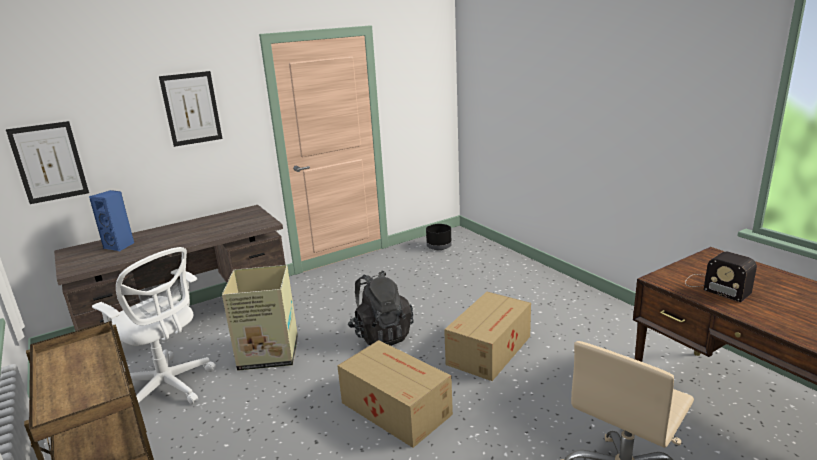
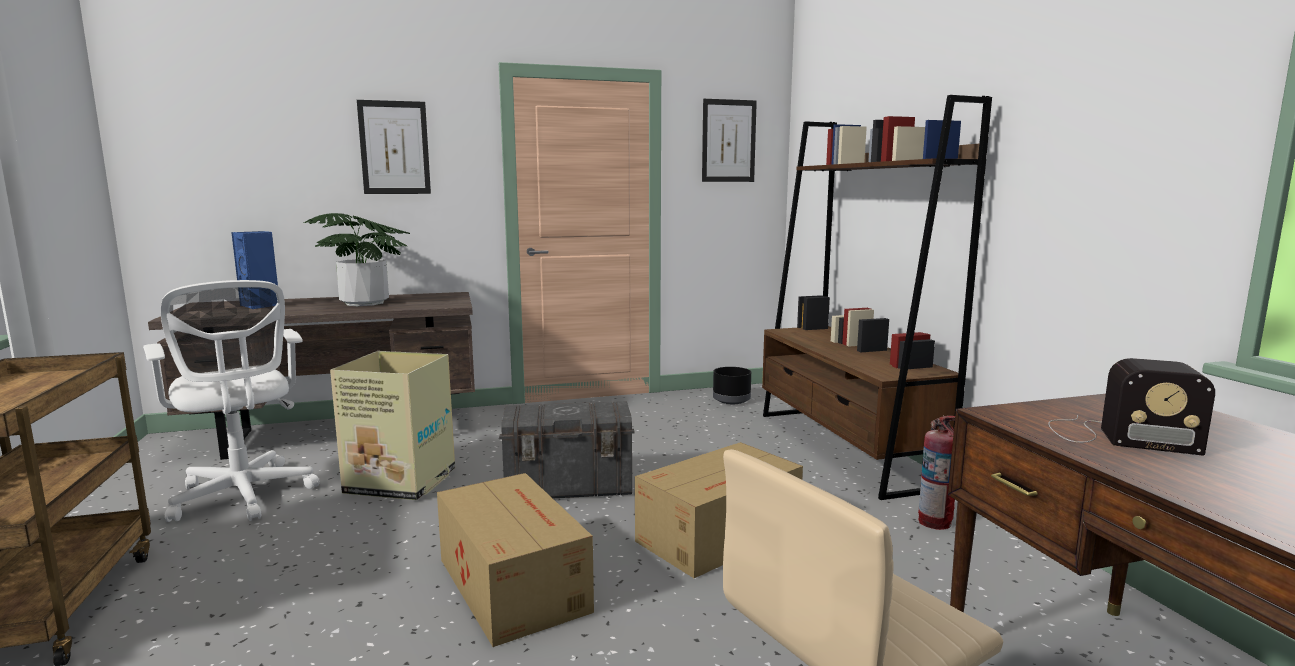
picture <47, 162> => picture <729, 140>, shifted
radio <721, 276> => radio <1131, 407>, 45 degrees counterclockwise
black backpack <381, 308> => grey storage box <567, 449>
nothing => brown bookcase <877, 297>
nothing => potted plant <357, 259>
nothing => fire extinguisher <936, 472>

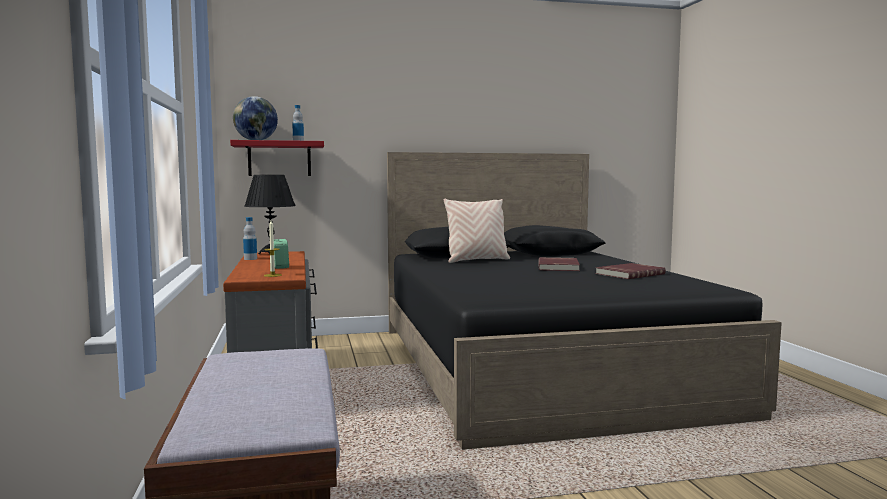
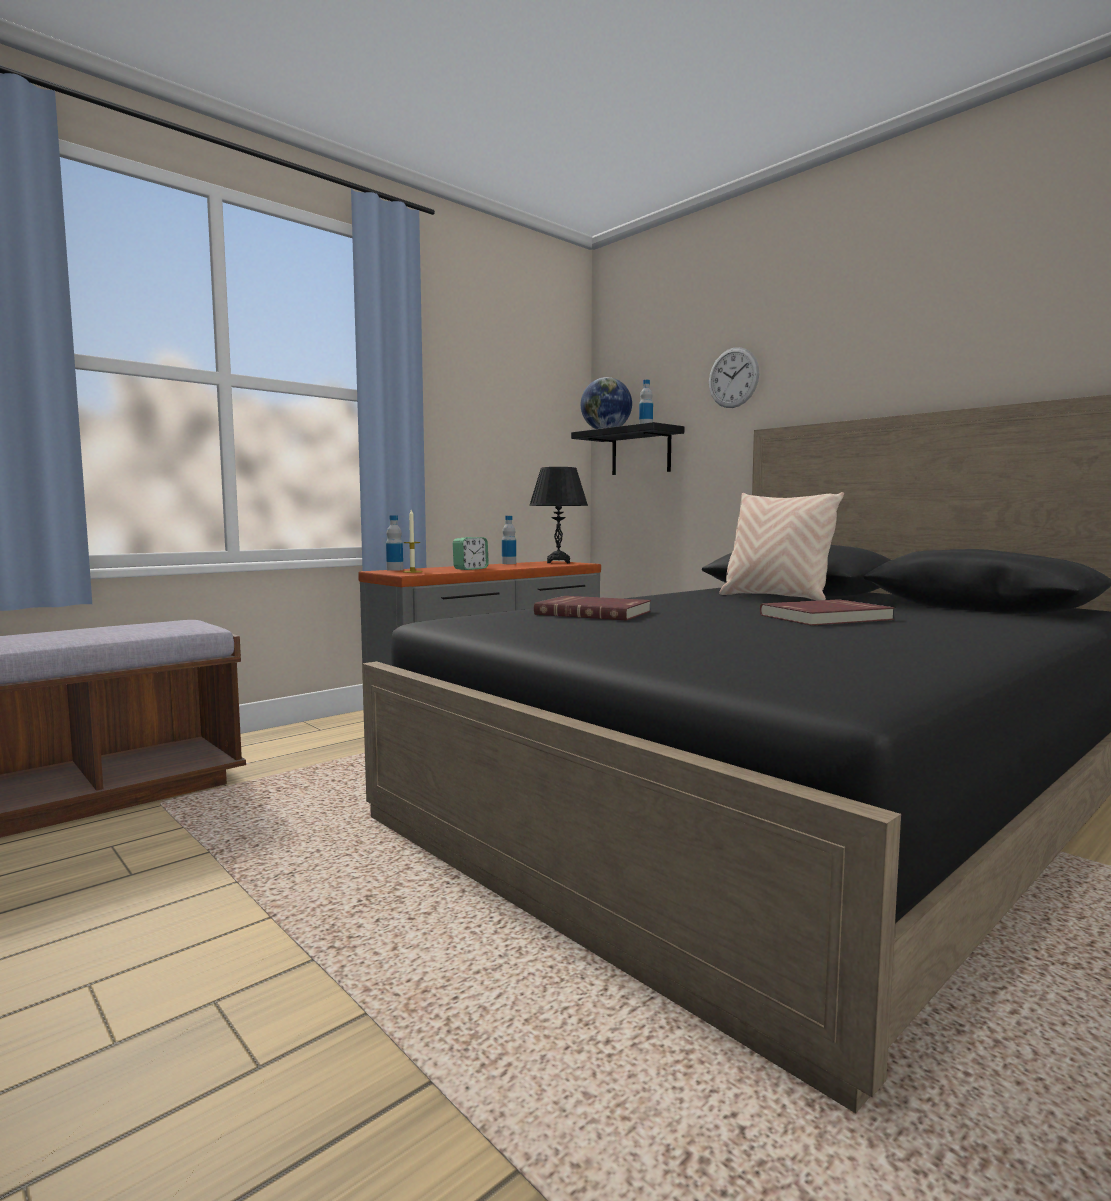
red shelf <277, 158> => black shelf <627, 448>
red book <631, 271> => red book <592, 608>, shifted
nothing => wall clock <734, 377>
nothing => bottle <394, 543>

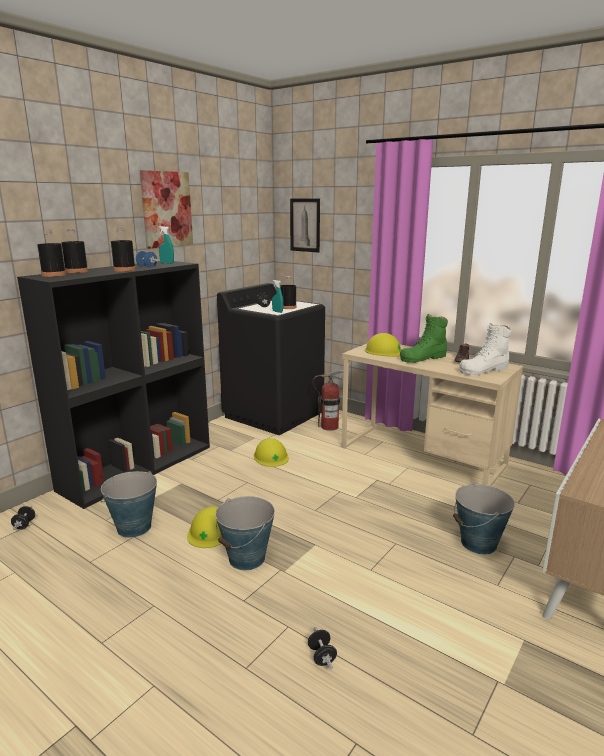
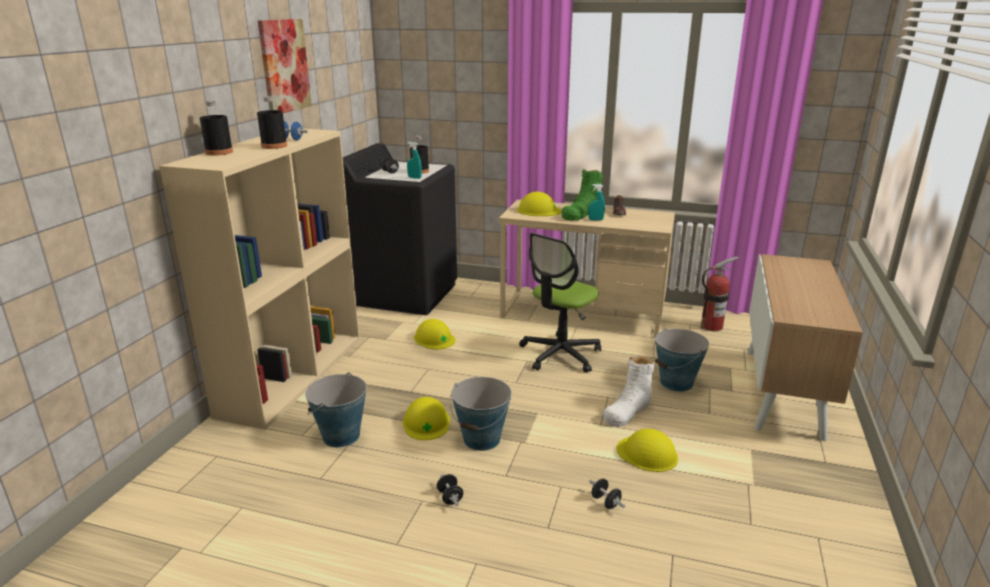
picture <305, 226> => nothing
turquoise spray bottle <166, 245> => turquoise spray bottle <597, 202>, shifted
black bottle <51, 253> => nothing
black bookcase <113, 385> => beige bookcase <259, 279>
white boot <485, 349> => white boot <628, 391>, shifted
fire extinguisher <328, 400> => fire extinguisher <719, 293>, shifted
black dumbbell <23, 518> => black dumbbell <450, 490>, shifted
nothing => office chair <560, 303>
nothing => yellow hard hat <647, 450>

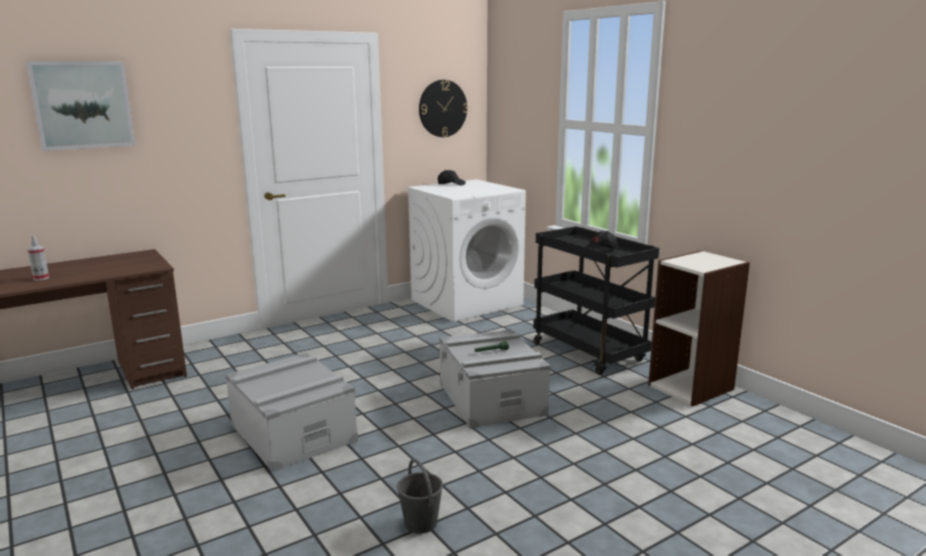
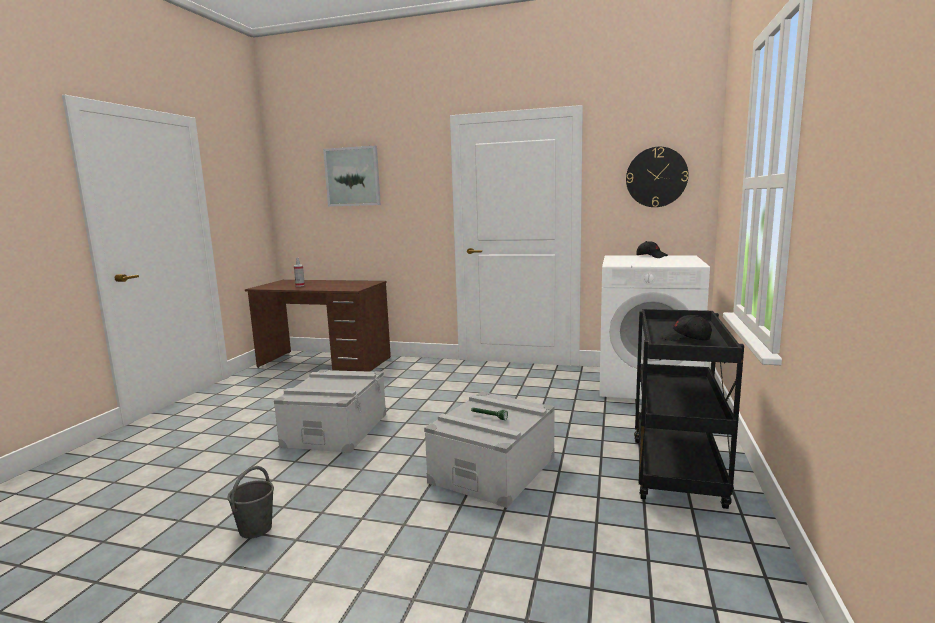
bookcase <699, 328> => nothing

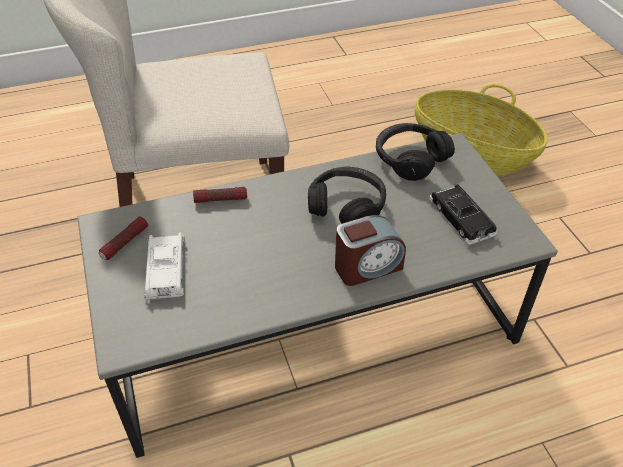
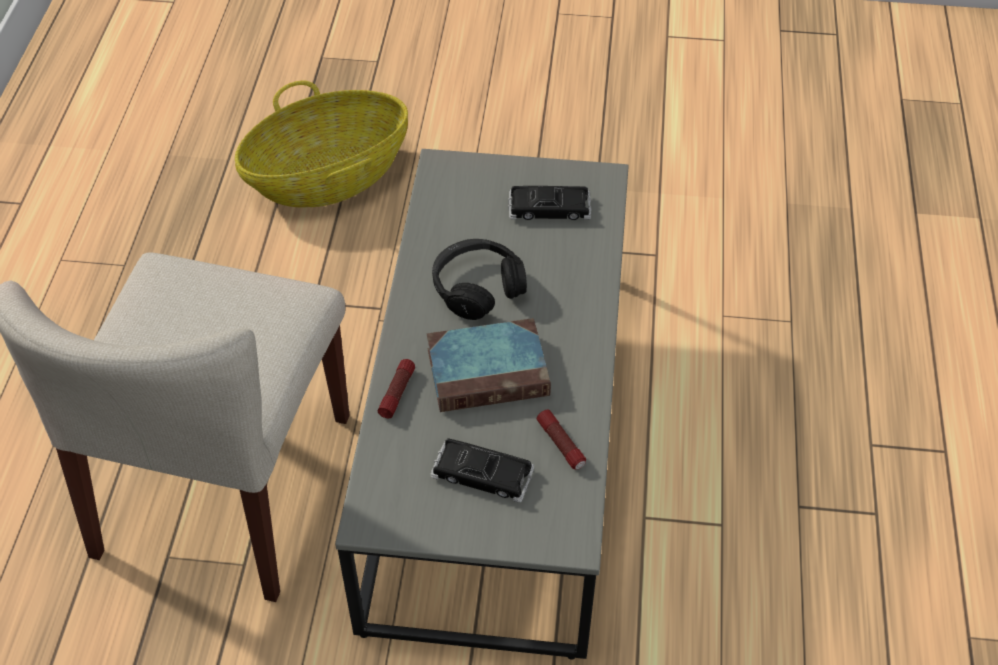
black headphones <415, 152> => nothing
alarm clock <370, 250> => nothing
flashlight <123, 238> => flashlight <561, 439>, shifted
white toy car <164, 266> => black toy car <482, 470>
nothing => book <489, 365>

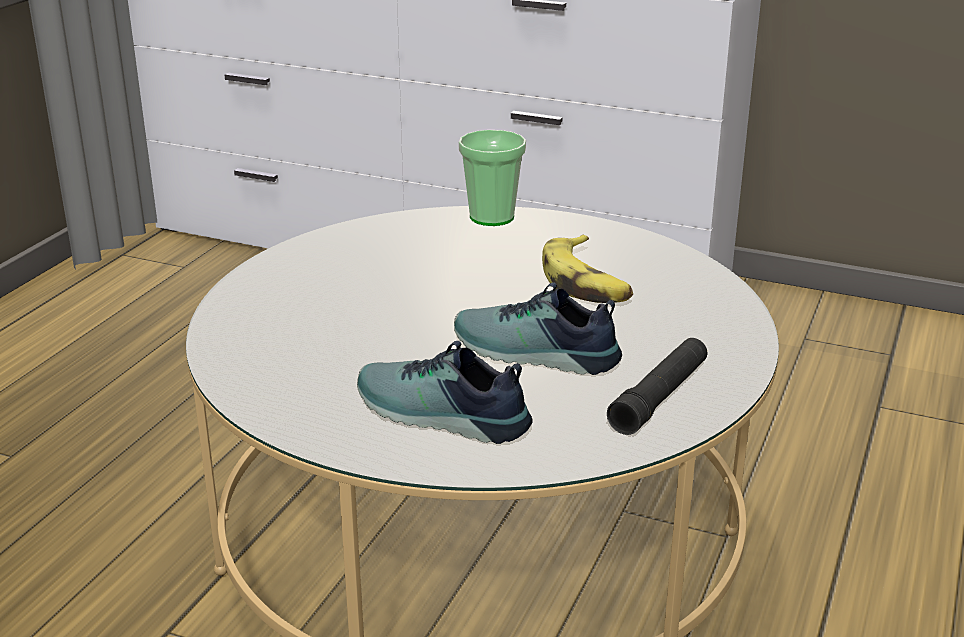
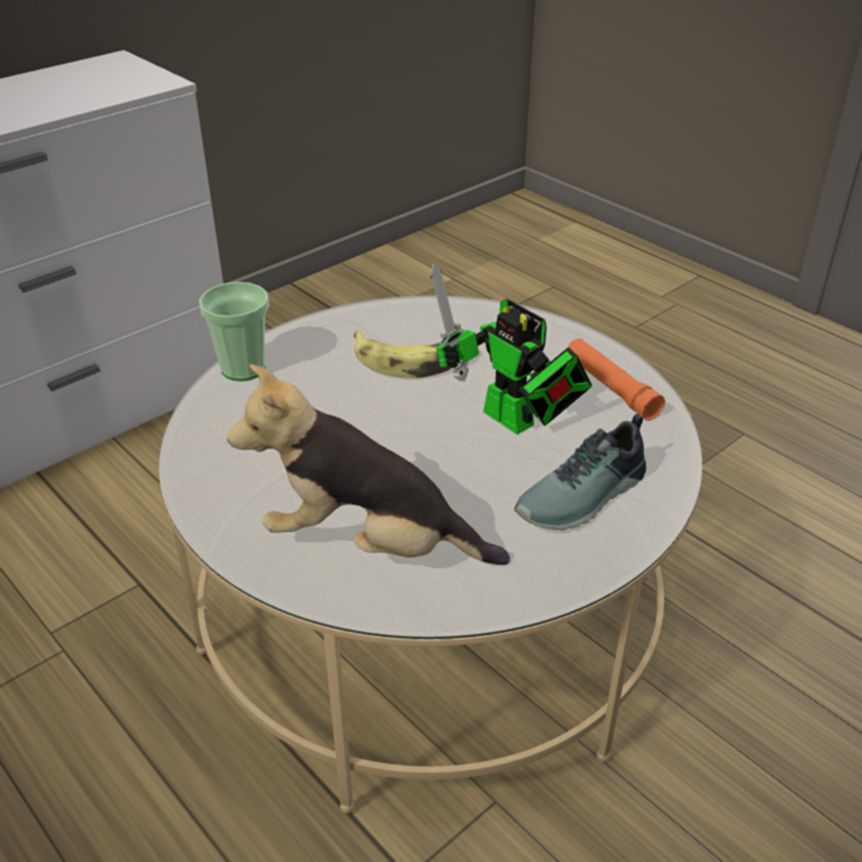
shoe <538, 329> => toy robot <511, 349>
black flashlight <657, 386> => orange flashlight <616, 379>
nothing => plush toy <368, 464>

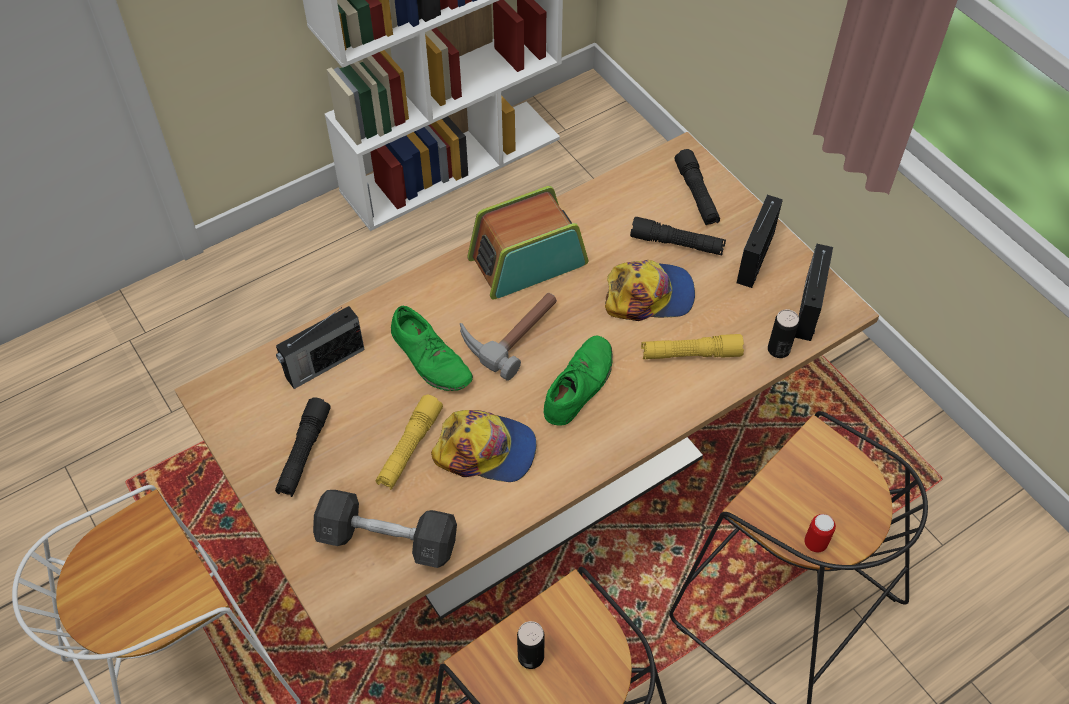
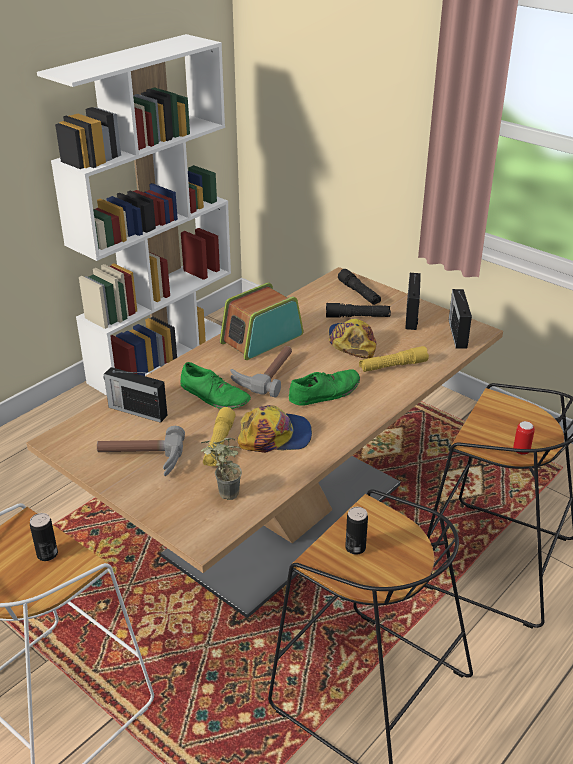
cap <650, 290> => cap <352, 338>, 75 degrees counterclockwise
radio <320, 347> => radio <136, 395>, 75 degrees clockwise
can <783, 333> => can <44, 537>, shifted
green shoe <578, 381> => green shoe <324, 387>, 45 degrees clockwise
black flashlight <303, 447> => hammer <141, 451>
grey dumbbell <385, 529> => potted plant <221, 469>

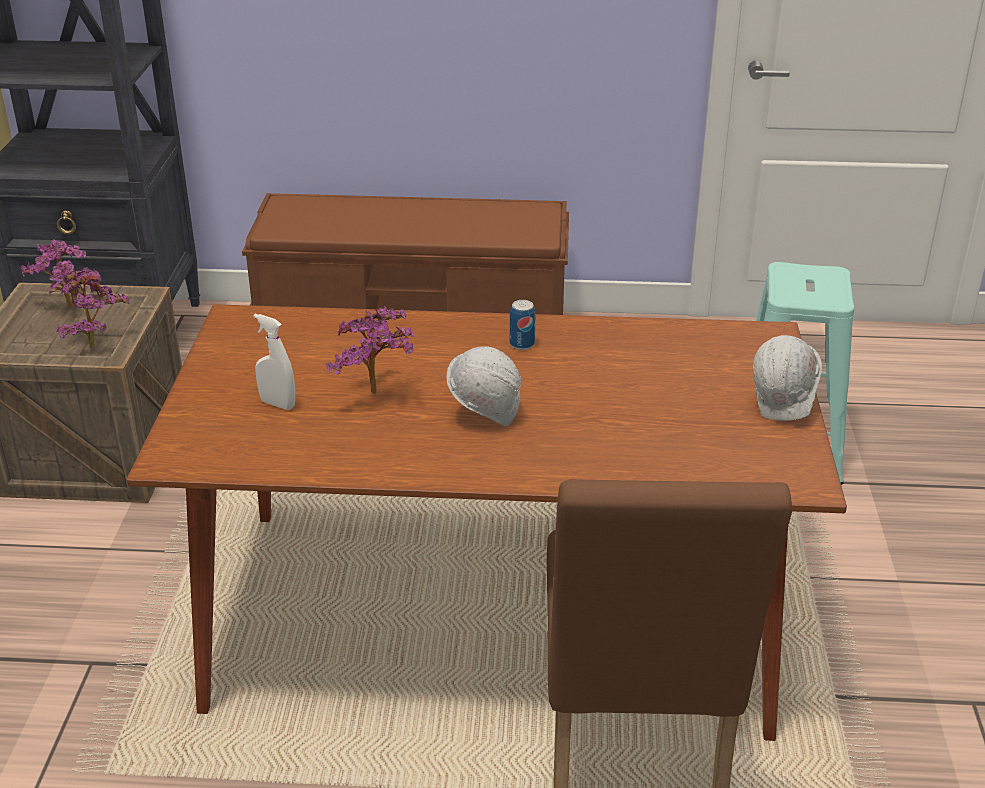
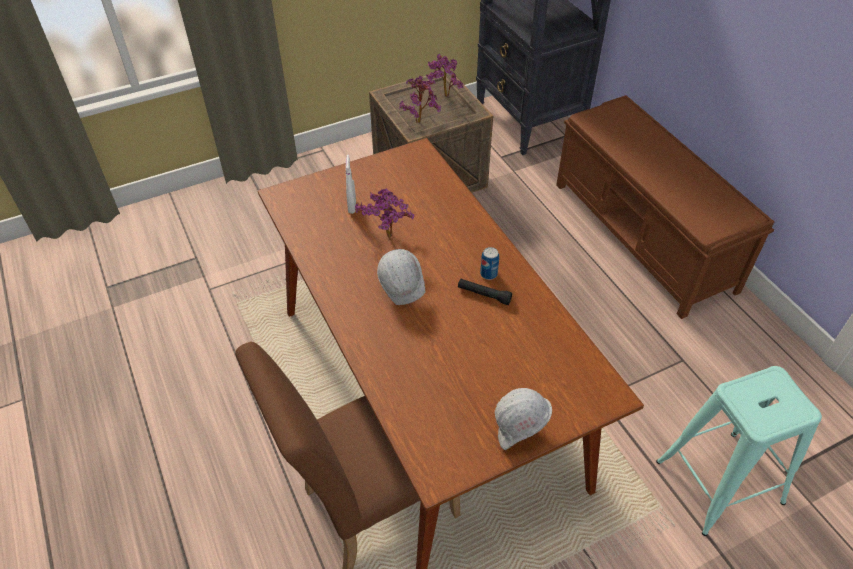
nothing => black flashlight <485, 292>

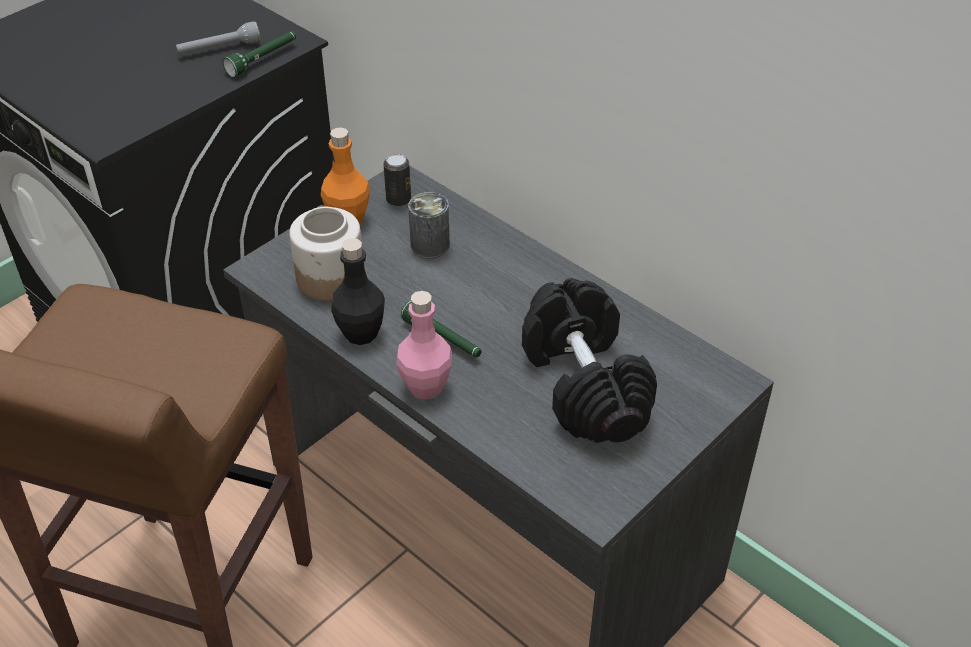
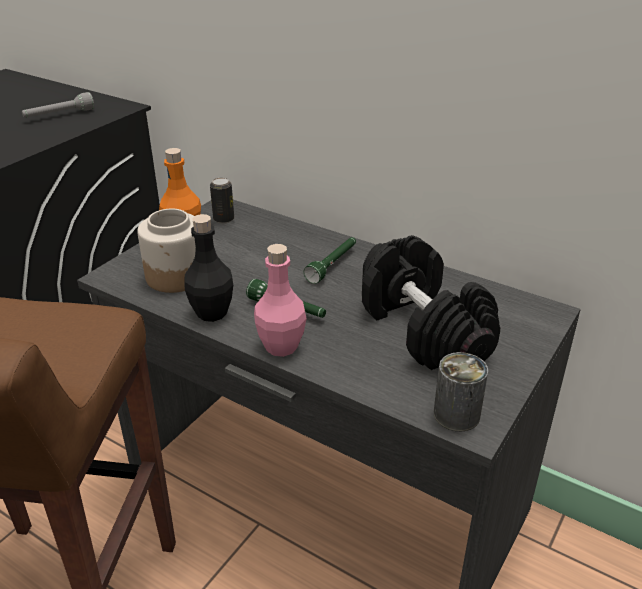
green flashlight <259, 54> => green flashlight <329, 260>, shifted
can <429, 225> => can <461, 391>, shifted

